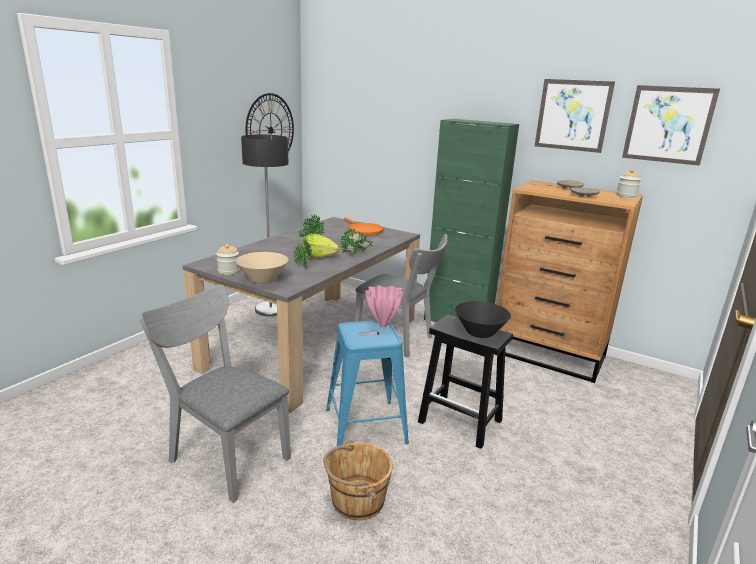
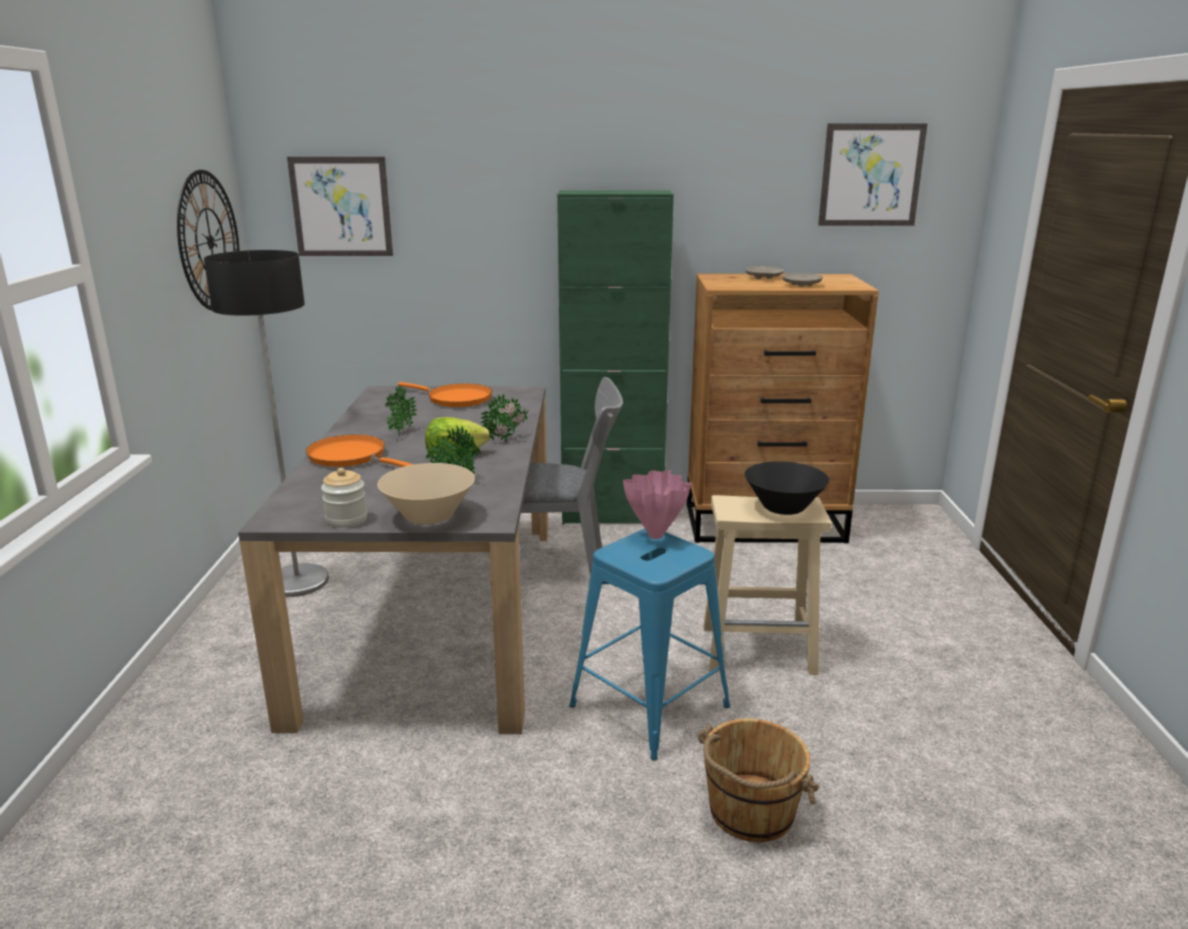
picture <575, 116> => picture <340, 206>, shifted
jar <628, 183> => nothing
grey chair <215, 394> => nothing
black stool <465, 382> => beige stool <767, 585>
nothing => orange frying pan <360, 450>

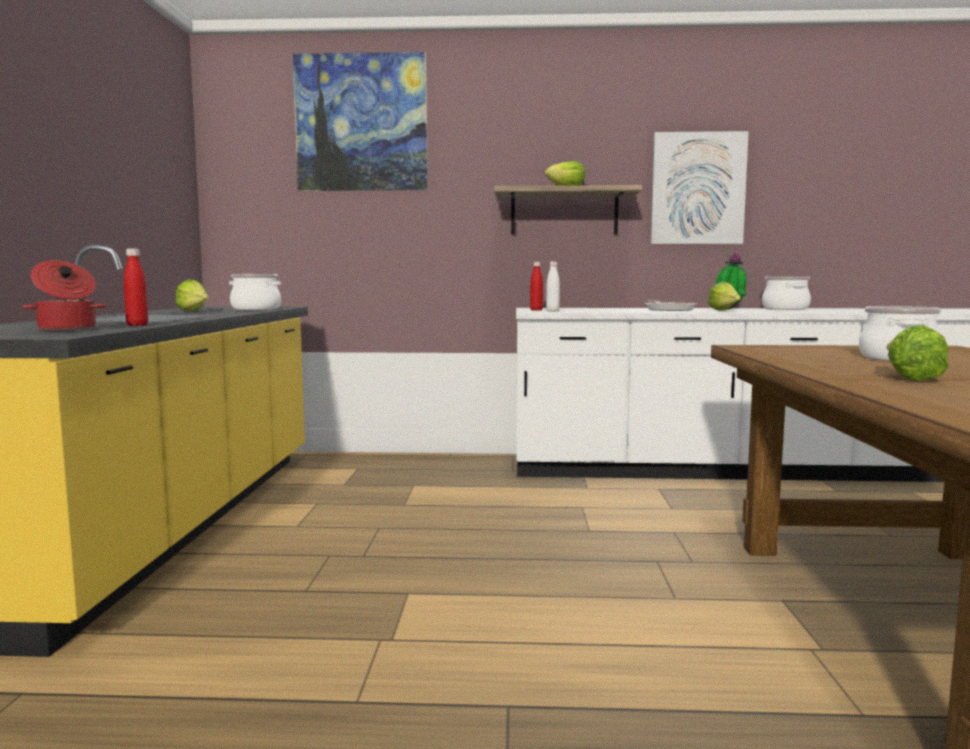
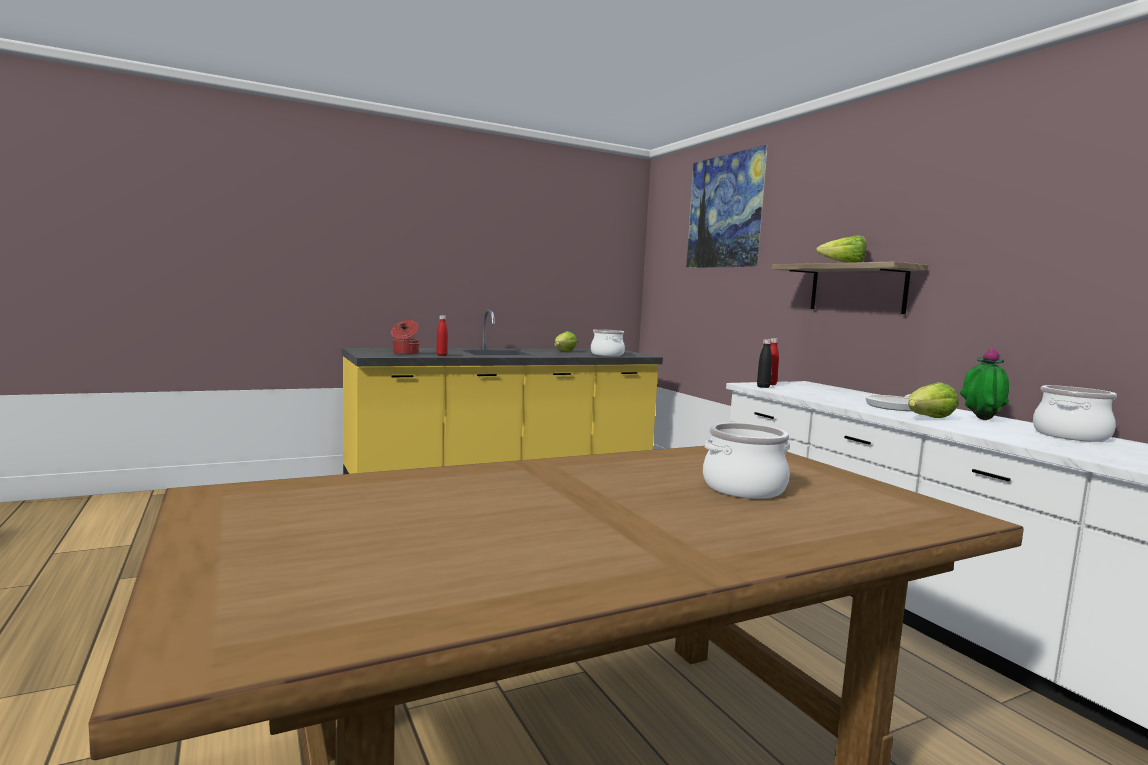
picture <699, 187> => nothing
white bottle <553, 286> => black bottle <764, 363>
lettuce <917, 353> => nothing

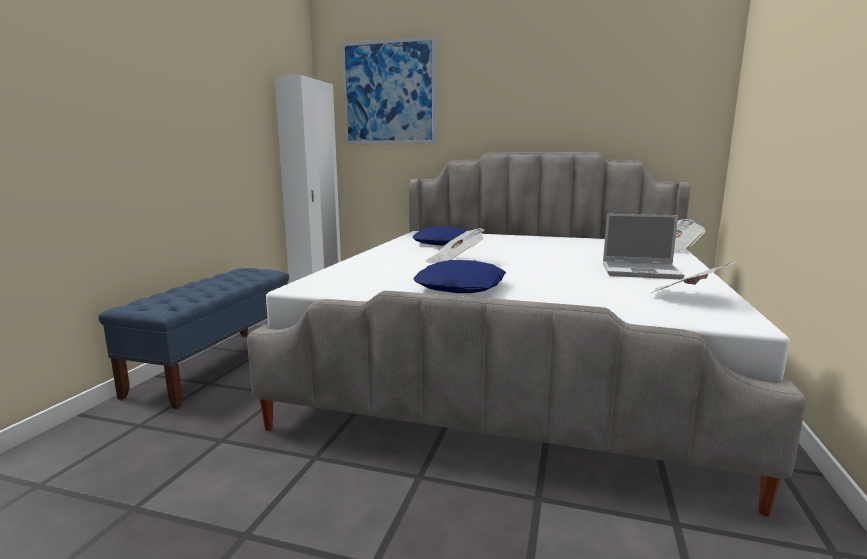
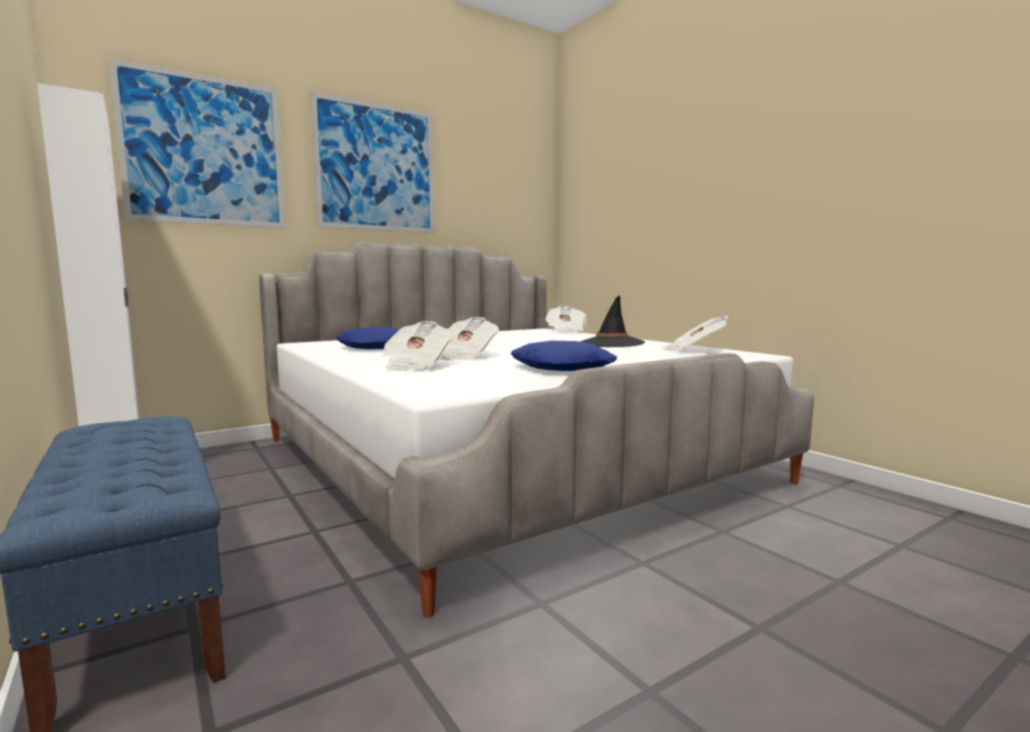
laptop <643, 246> => black hat <612, 321>
nothing => picture <373, 162>
nothing => newspaper <418, 346>

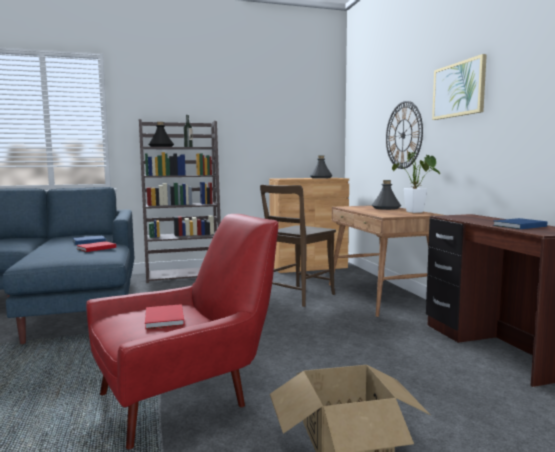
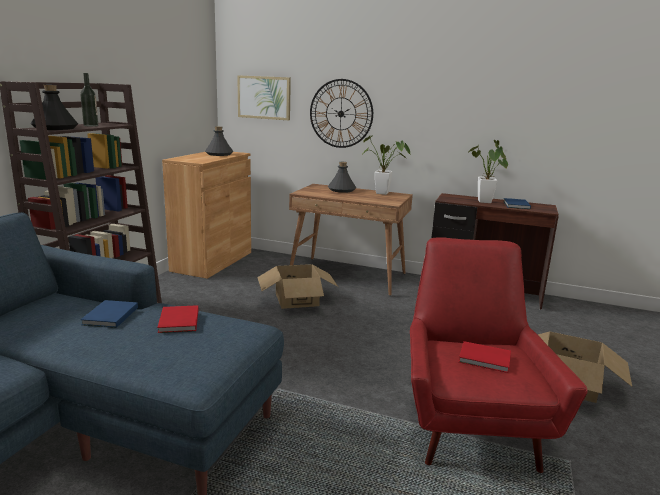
picture <459, 87> => picture <264, 97>, shifted
brown chair <298, 245> => cardboard box <297, 286>
nothing => potted plant <488, 171>

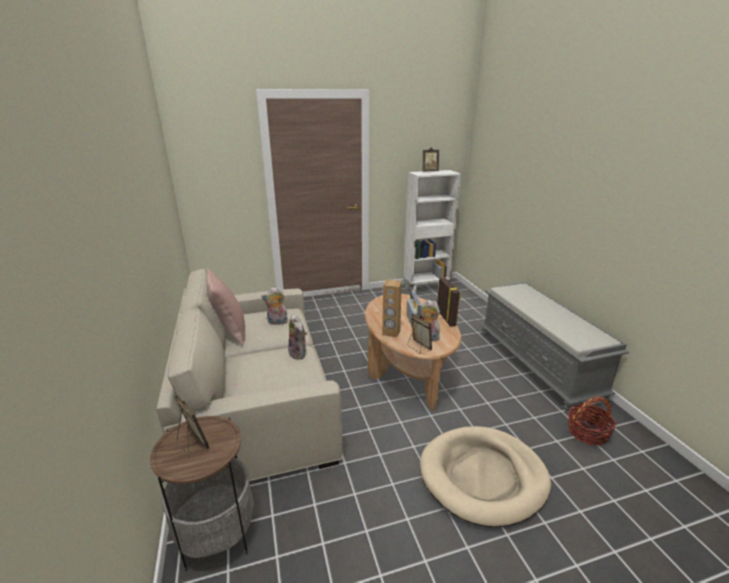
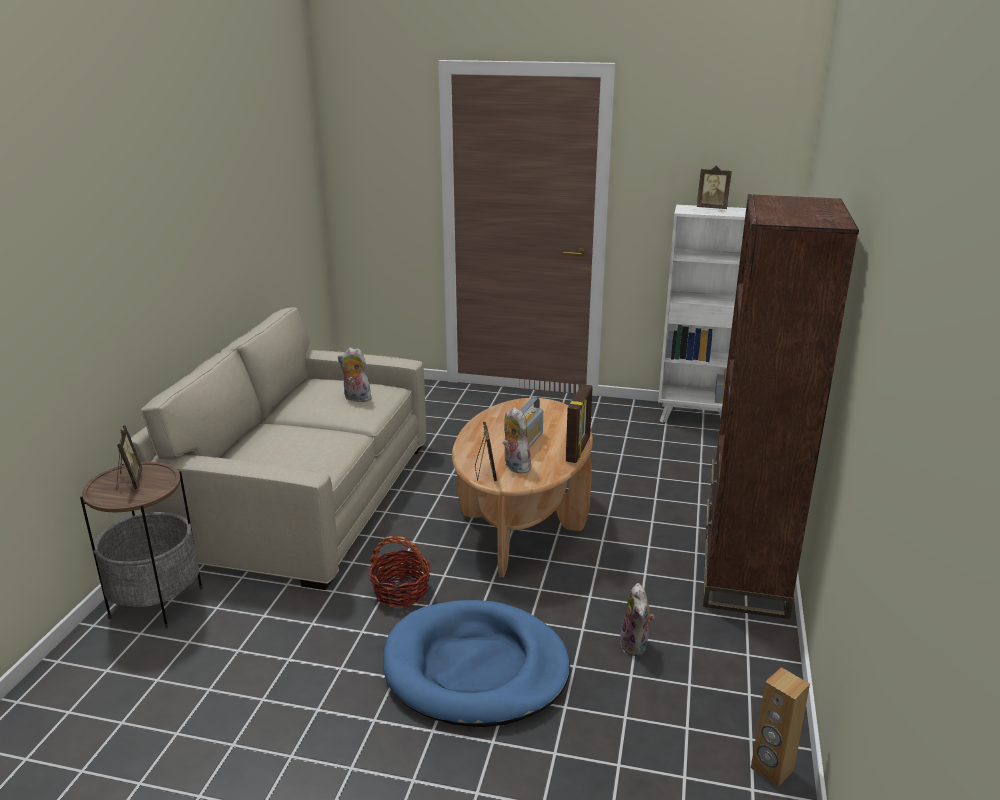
pink pillow <226, 306> => nothing
brown speaker <392, 308> => brown speaker <780, 727>, shifted
grey bench <555, 347> => brown bookcase <781, 406>
plush toy <297, 336> => plush toy <637, 619>, shifted
basket <592, 421> => basket <400, 571>, shifted
beige dog bed <485, 476> => blue dog bed <476, 663>

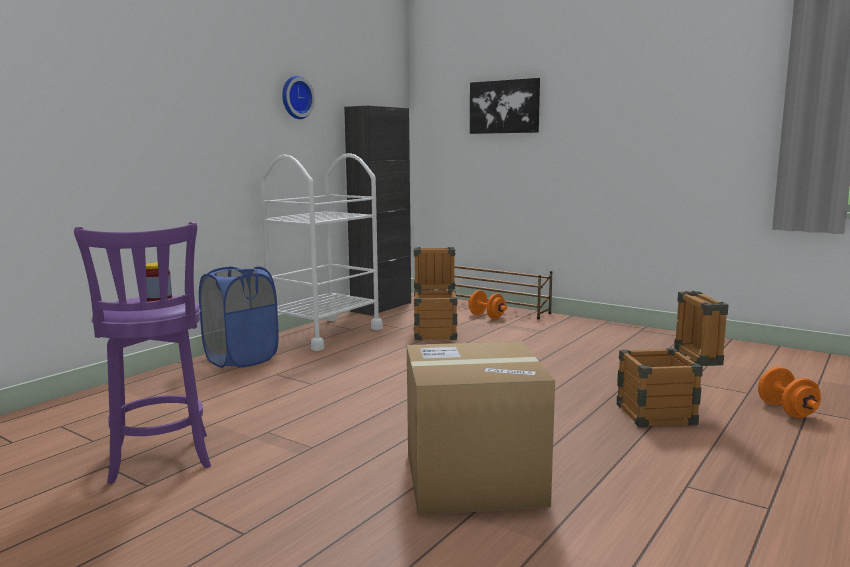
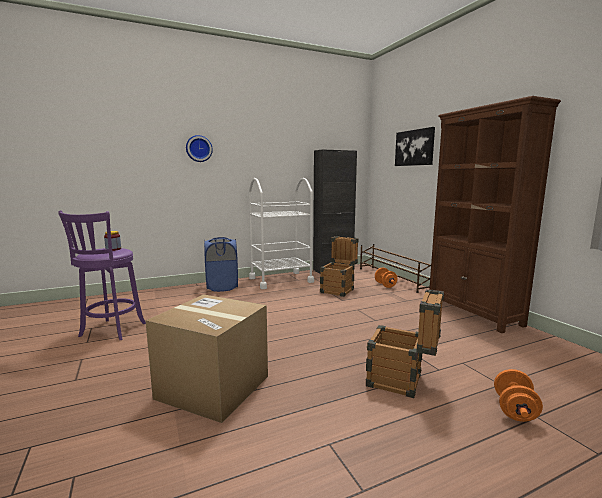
wall clock <298, 97> => wall clock <199, 148>, shifted
nothing => brown bookcase <495, 214>

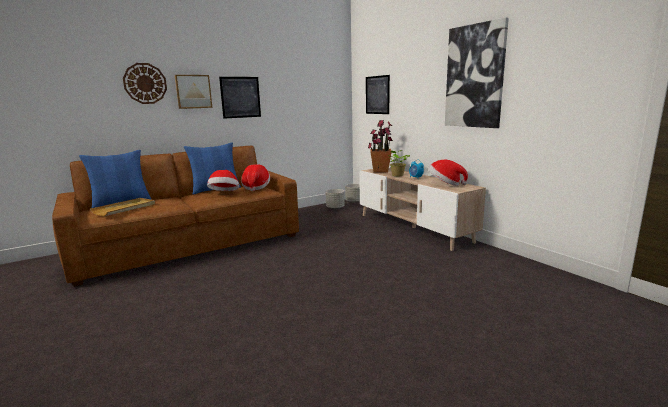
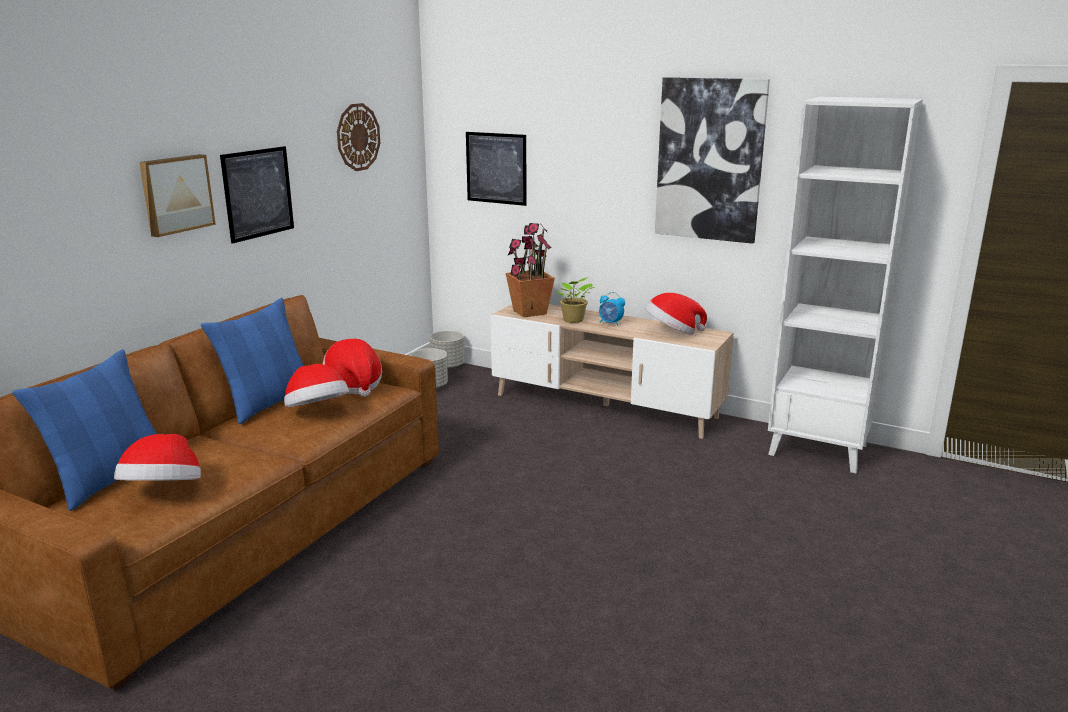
wall clock <145, 83> => wall clock <358, 137>, shifted
beige tray <122, 207> => hat <157, 457>
nothing => white bookcase <845, 285>

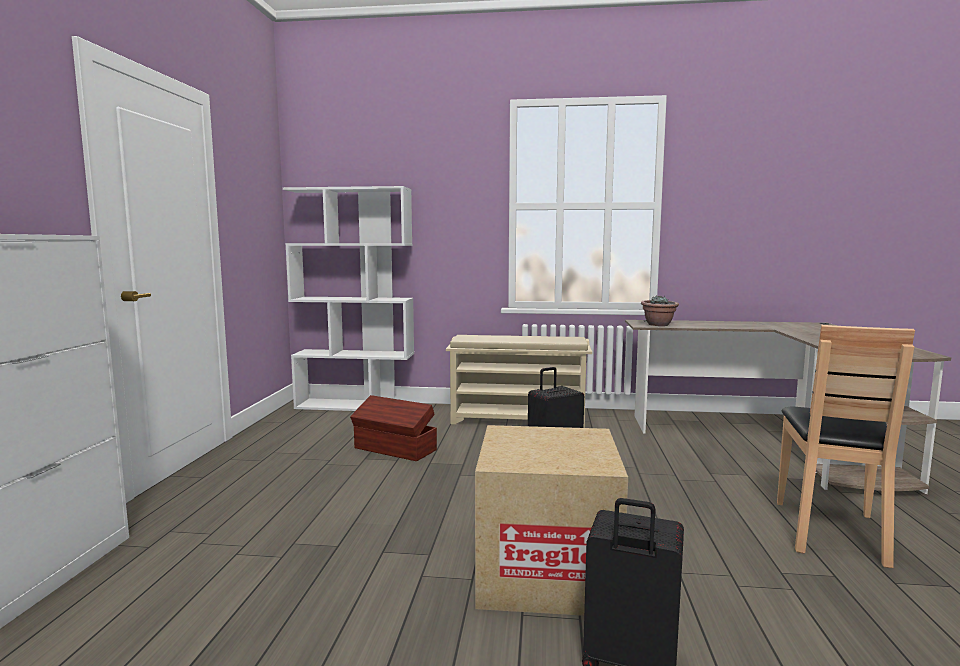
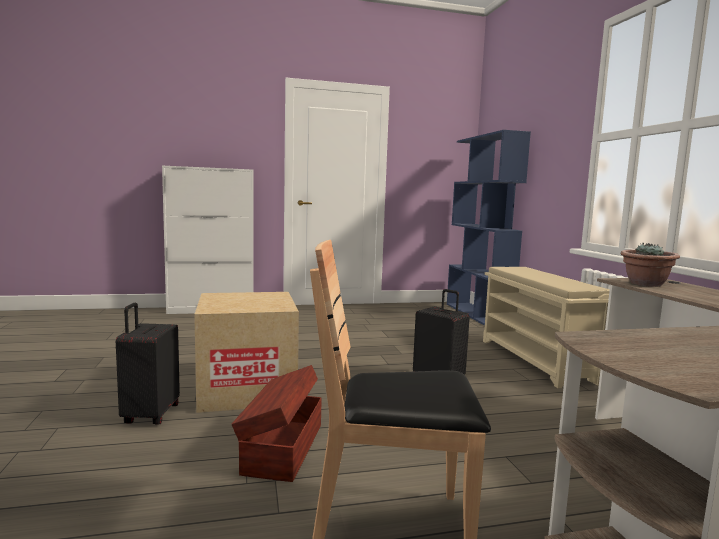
white bookcase <348, 298> => blue bookcase <489, 228>
brown storage box <393, 428> => brown storage box <277, 423>, shifted

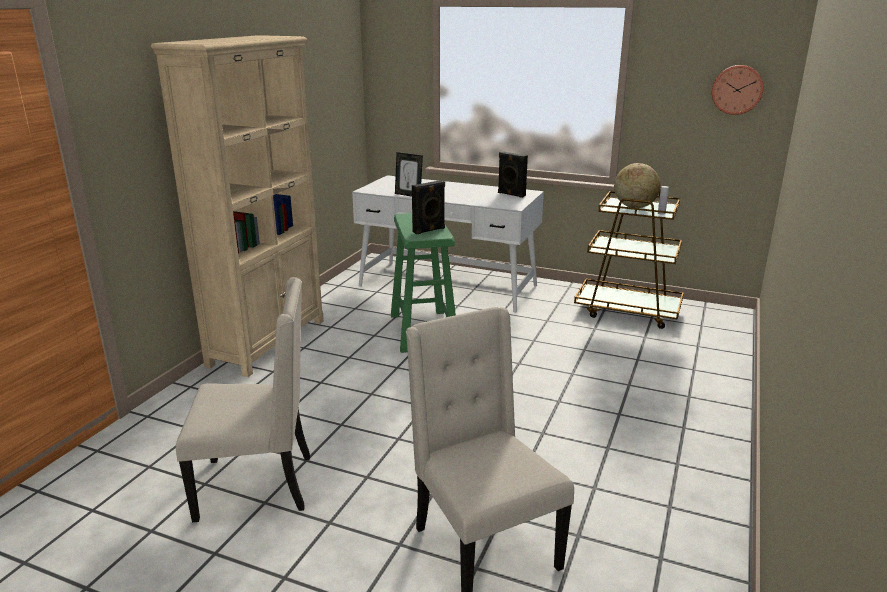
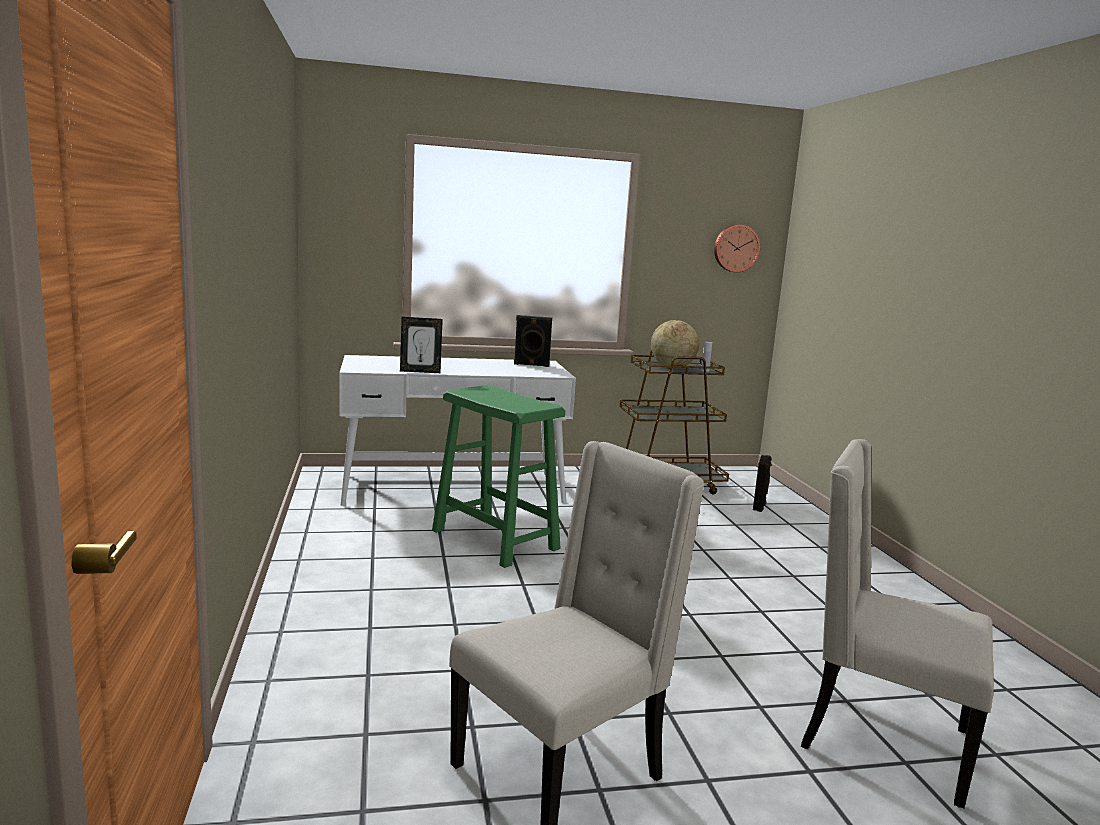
beige bookcase <237, 206> => nothing
black speaker <428, 207> => black speaker <762, 483>, shifted

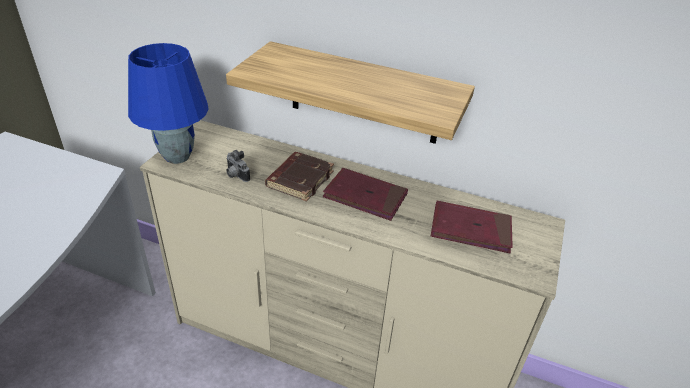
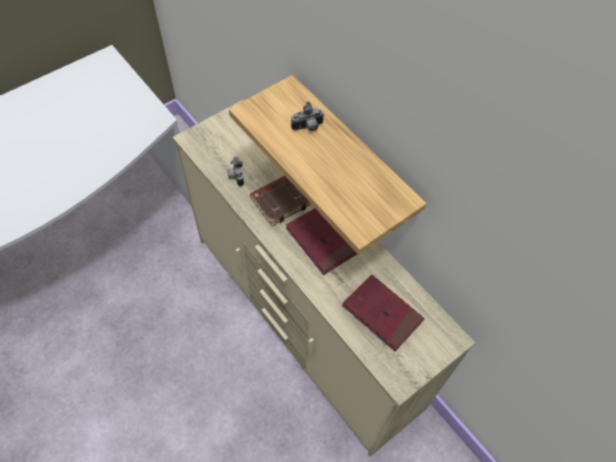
blue table lamp <168, 103> => nothing
nothing => photo camera <307, 116>

